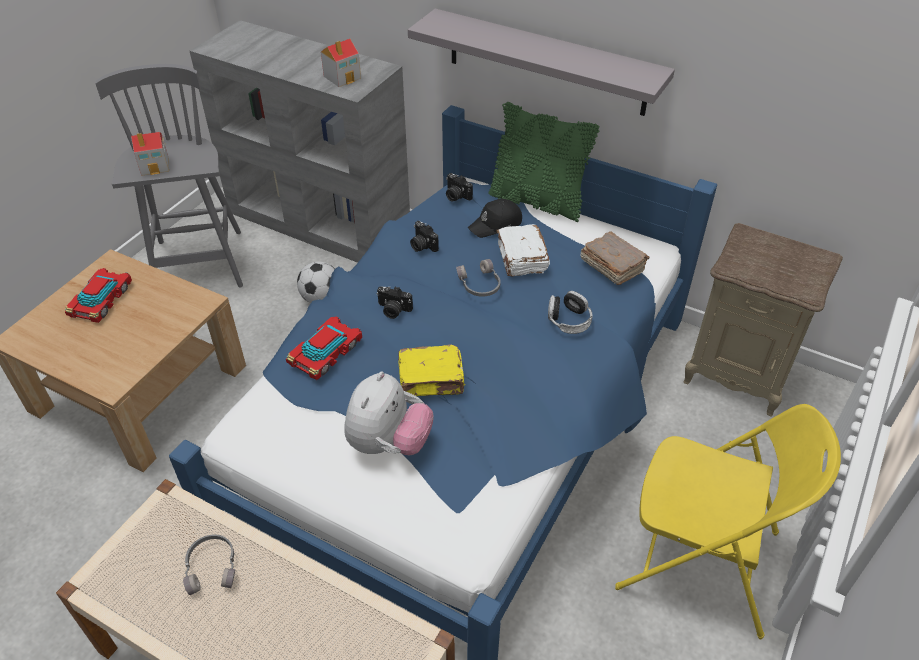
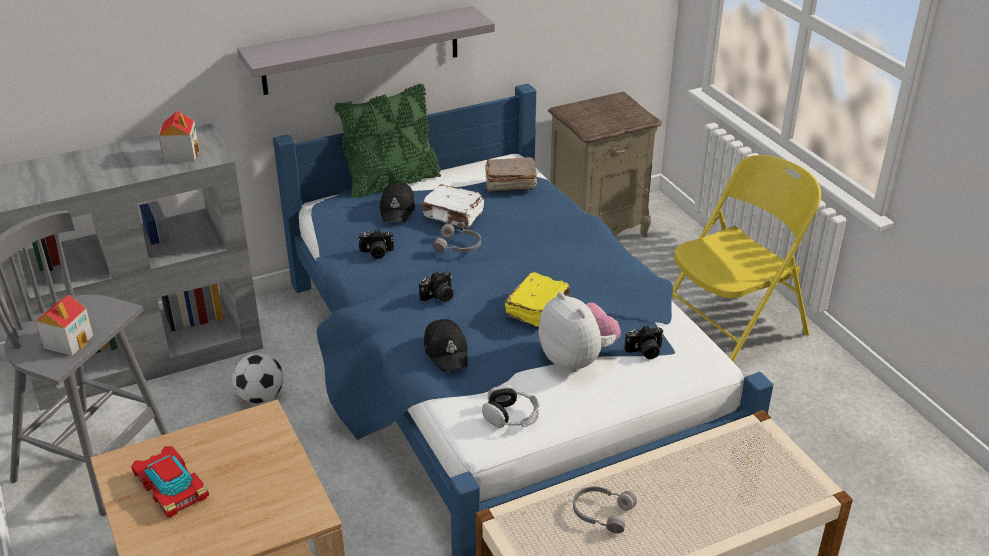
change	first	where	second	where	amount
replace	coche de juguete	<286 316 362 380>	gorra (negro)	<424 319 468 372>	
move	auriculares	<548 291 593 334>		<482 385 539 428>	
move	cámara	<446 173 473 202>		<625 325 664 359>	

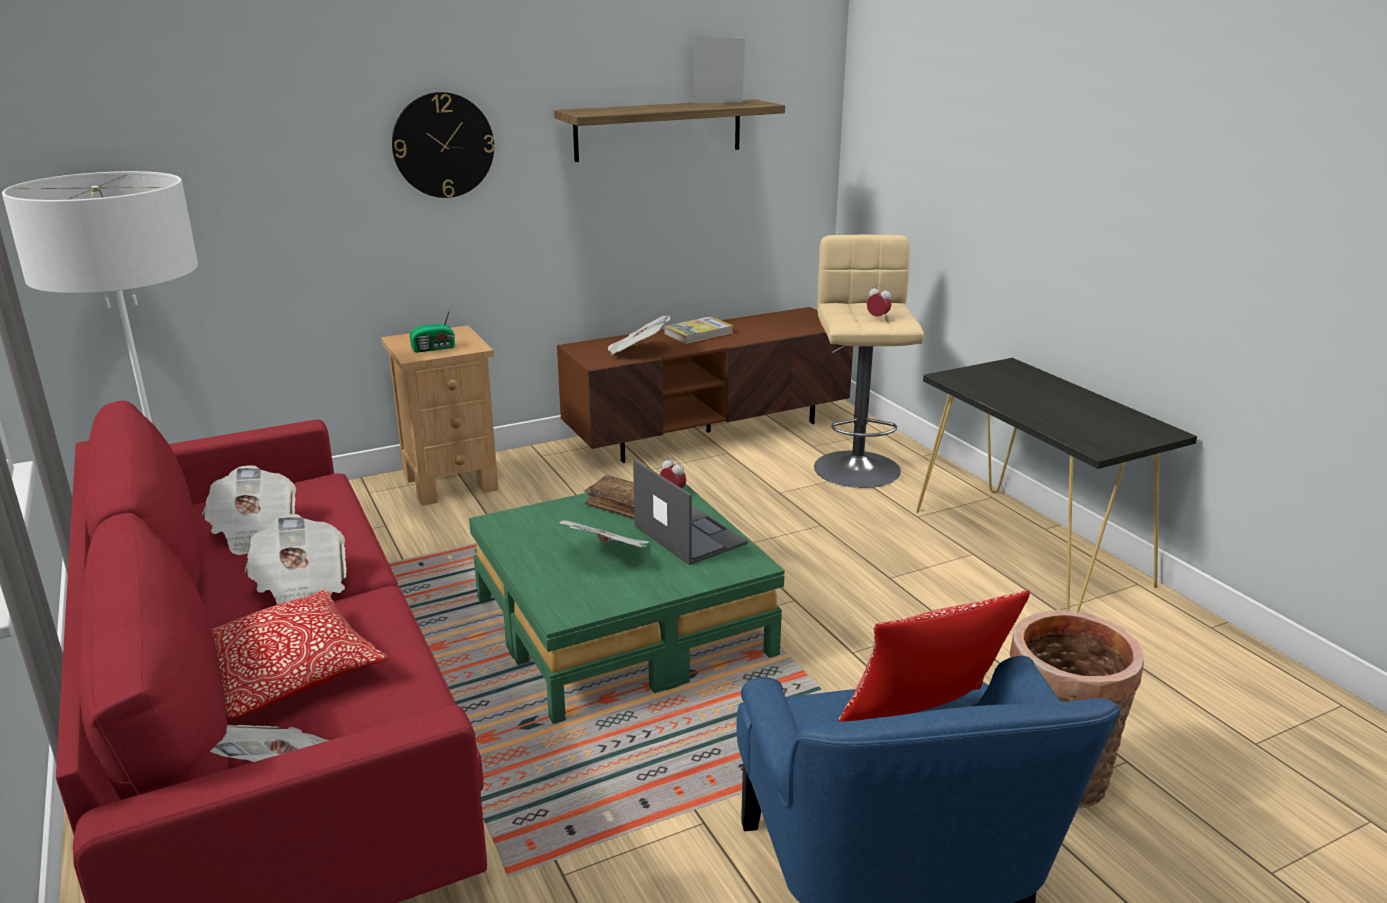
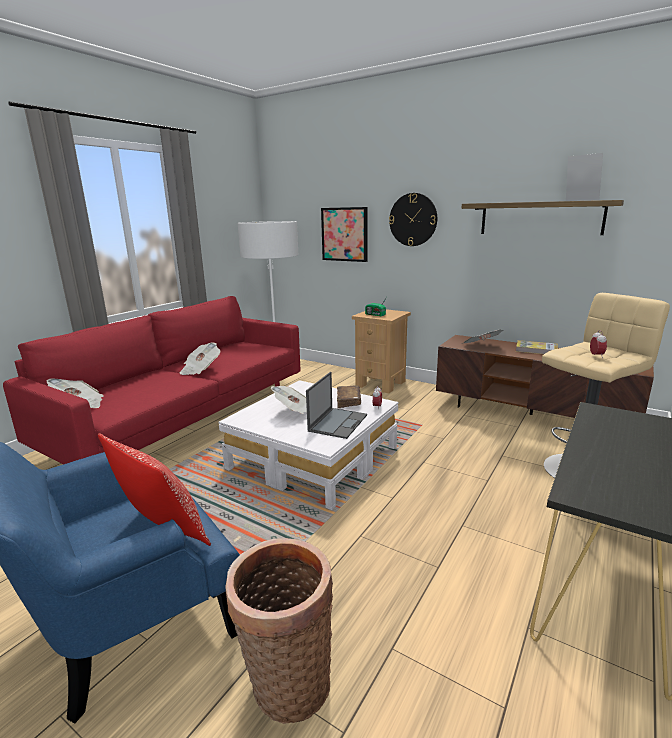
change	first	where	second	where	amount
recolor	mesa de centro (verde)	<469 484 785 724>	mesa de centro (blanco)	<219 380 398 510>	
insert			cuadro	<321 207 368 262>	
delete	periódico	<202 465 296 555>			
delete	cojín	<212 589 388 719>			

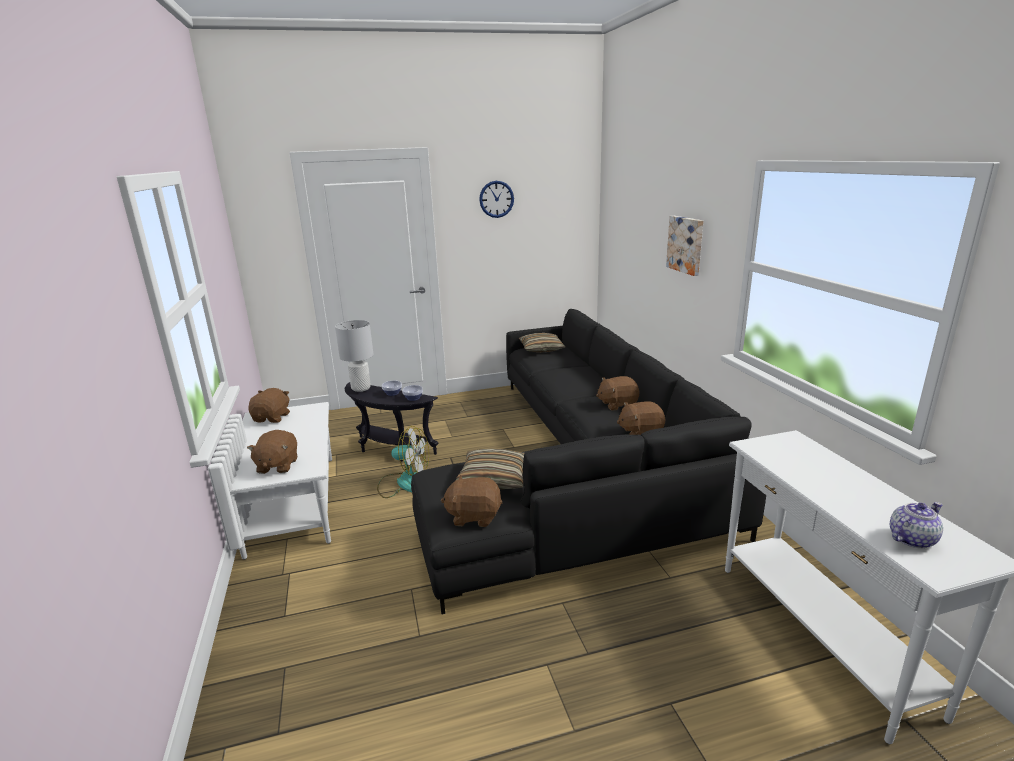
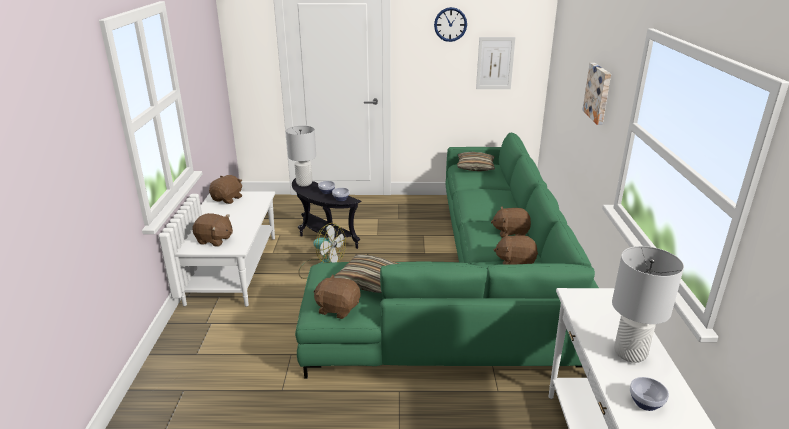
change	first	where	second	where	amount
rotate	peluche (marrón)	<247 430 297 474>		<192 213 233 247>	90 degrees counterclockwise
recolor	sofá (negro)	<411 309 766 614>	sofá (verde)	<295 132 599 379>	
insert			cuadro	<476 37 515 89>	
insert			lámpara de mesa (gris)	<612 246 684 363>	
replace	tetera	<890 502 943 549>	cuenco	<630 377 669 411>	

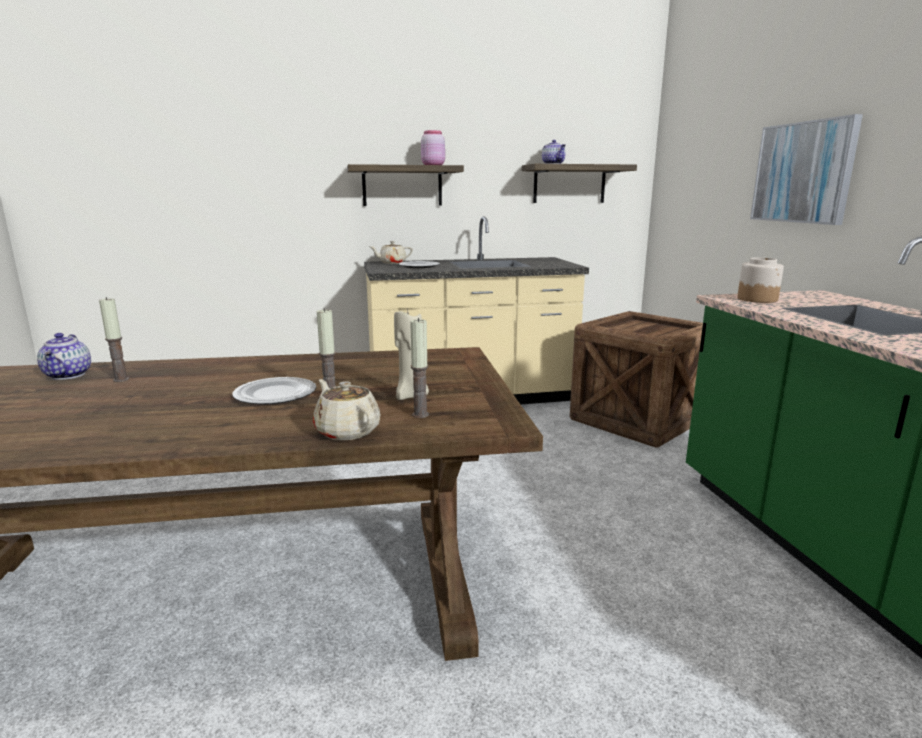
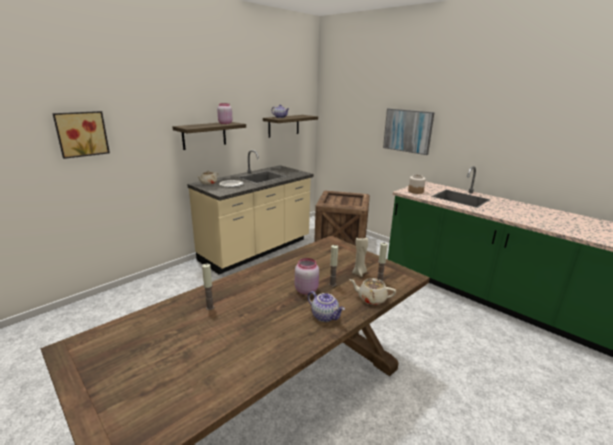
change	first	where	second	where	amount
insert			cuadro	<52 111 110 159>	
replace	plato	<232 377 316 404>	tarro (rosa)	<295 258 319 295>	
move	tetera	<37 333 91 380>		<308 291 345 322>	

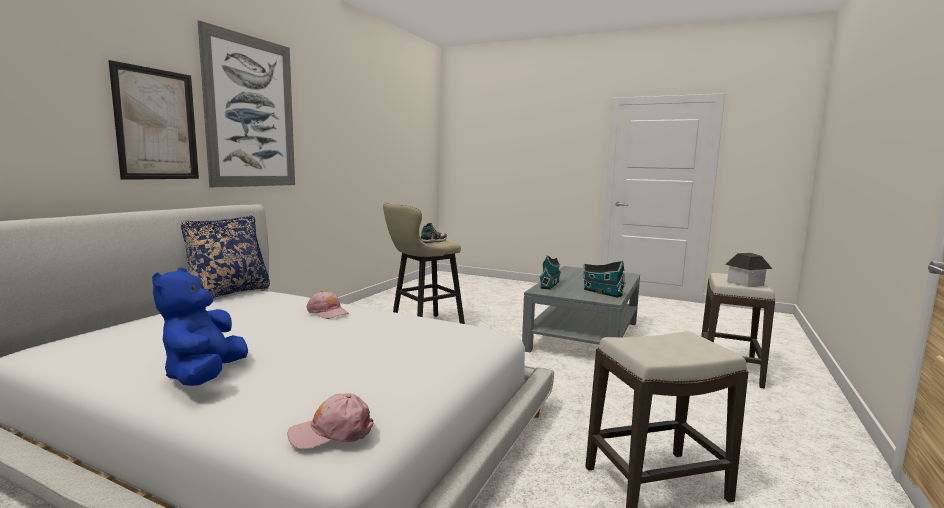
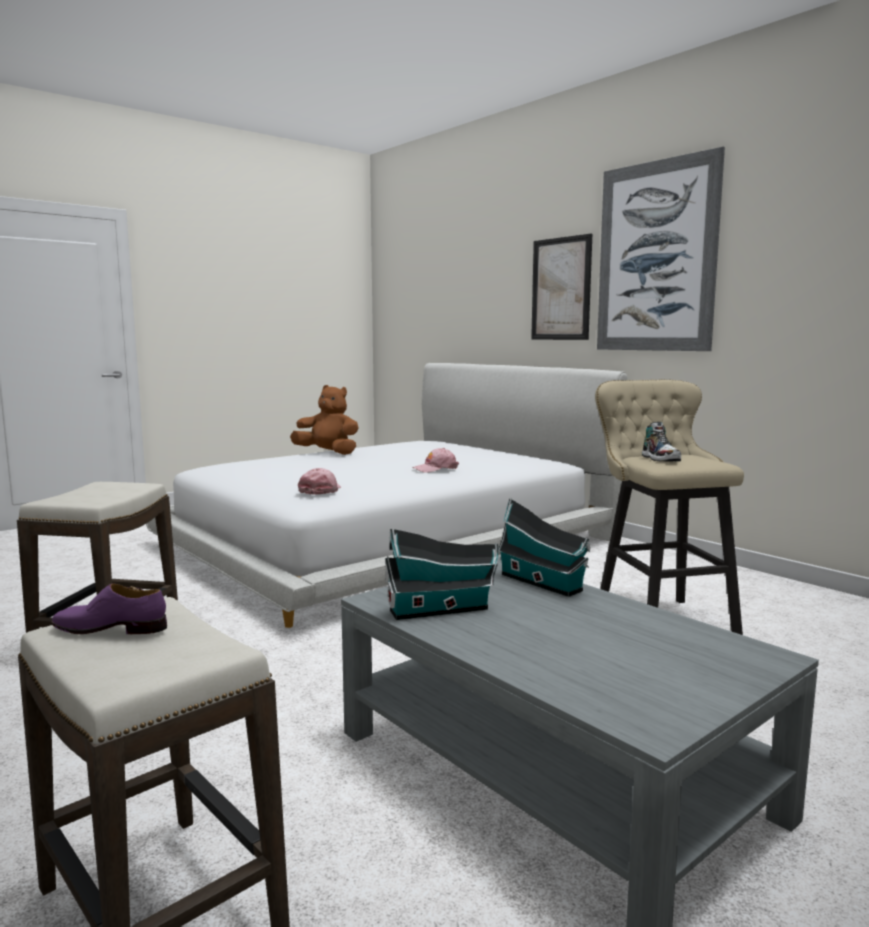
change	first	where	second	where	amount
replace	casita	<725 252 772 287>	zapato (morado)	<51 583 167 634>	
recolor	peluche (azul)	<152 268 248 386>	peluche (marrón)	<290 385 358 455>	
move	gorra (rosa)	<287 393 373 449>		<298 468 341 495>	
delete	cojín (azul)	<180 215 270 298>			

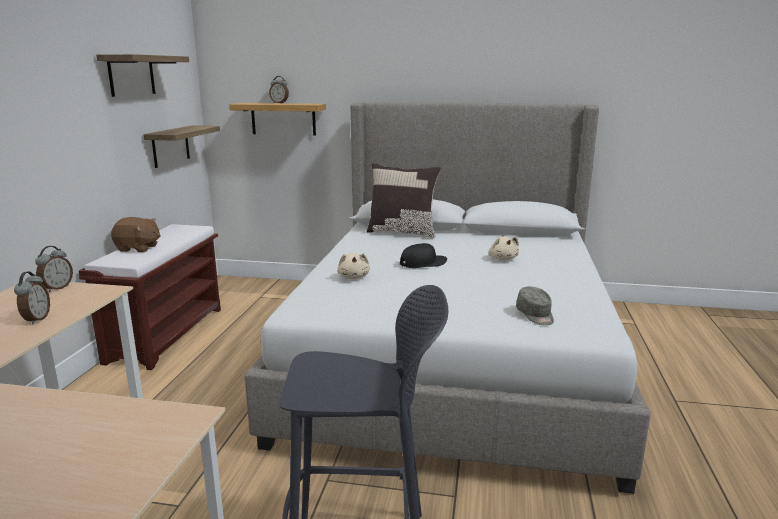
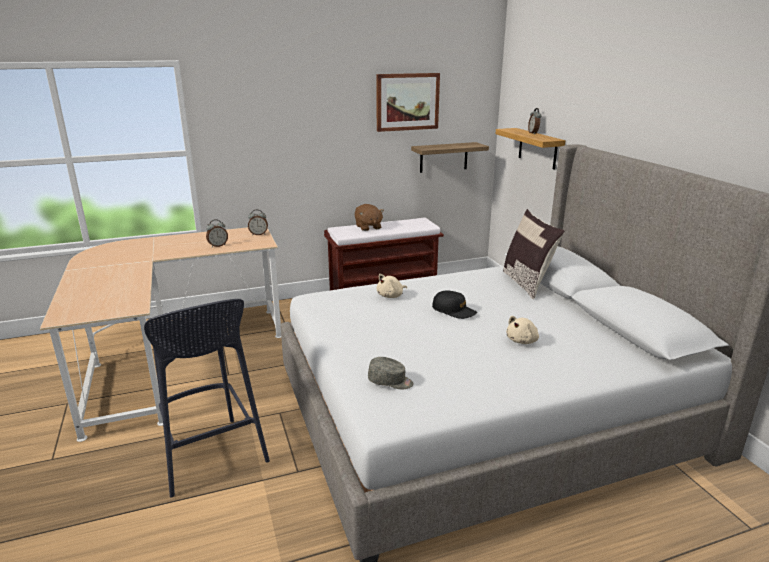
change	first	where	second	where	amount
rotate	gorra (gris)	<516 287 554 325>		<368 357 414 389>	120 degrees counterclockwise
replace	estante	<96 54 189 97>	cuadro	<376 73 440 132>	

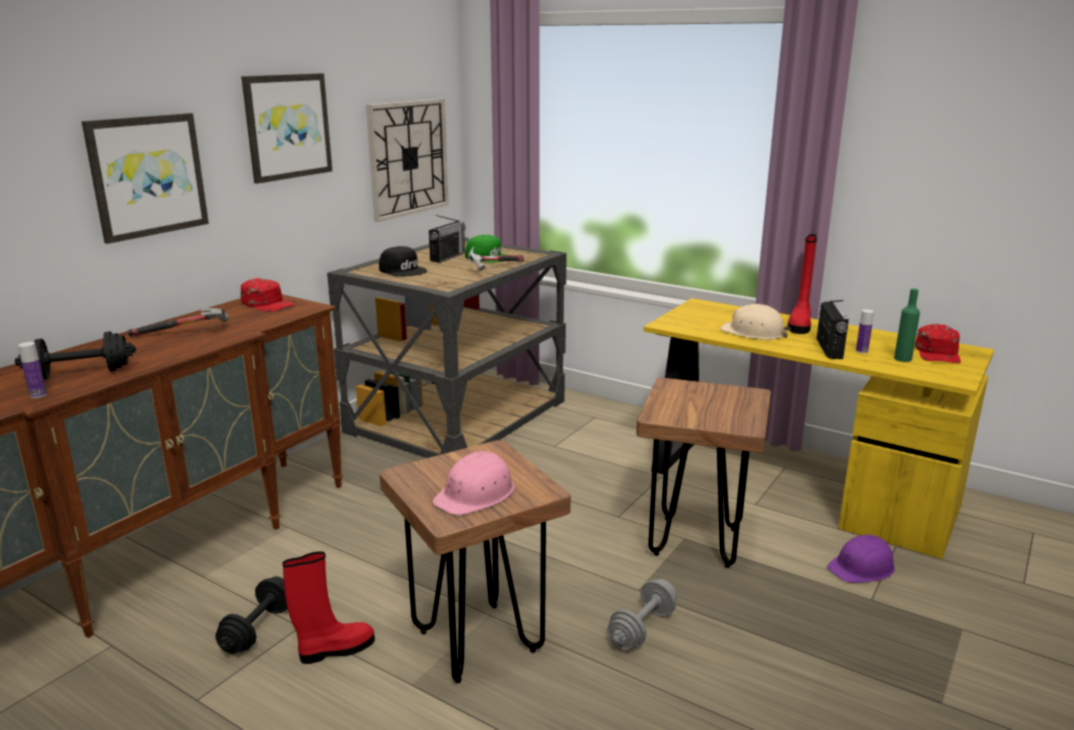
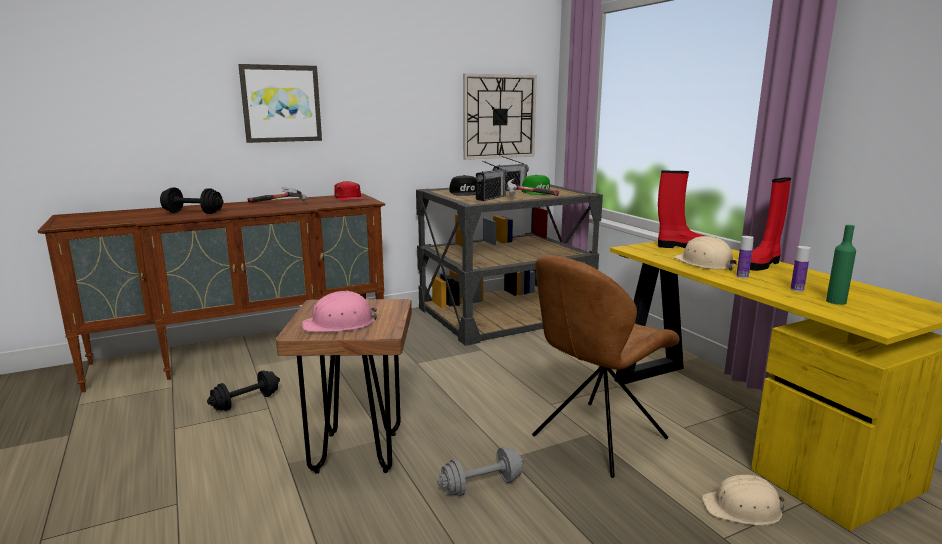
change	first	where	second	where	amount
move	radio	<817 300 849 359>		<476 161 507 201>	
replace	taburete (marrón)	<636 377 771 568>	silla (marrón)	<532 255 680 478>	
move	bota (rojo)	<283 551 375 664>		<658 170 704 248>	
recolor	casco (morado)	<827 535 895 583>	casco (beis)	<702 475 785 526>	
move	botella	<18 342 47 398>		<736 236 754 278>	
delete	cuadro	<241 73 332 184>			
delete	gorra (rojo)	<915 324 961 363>			

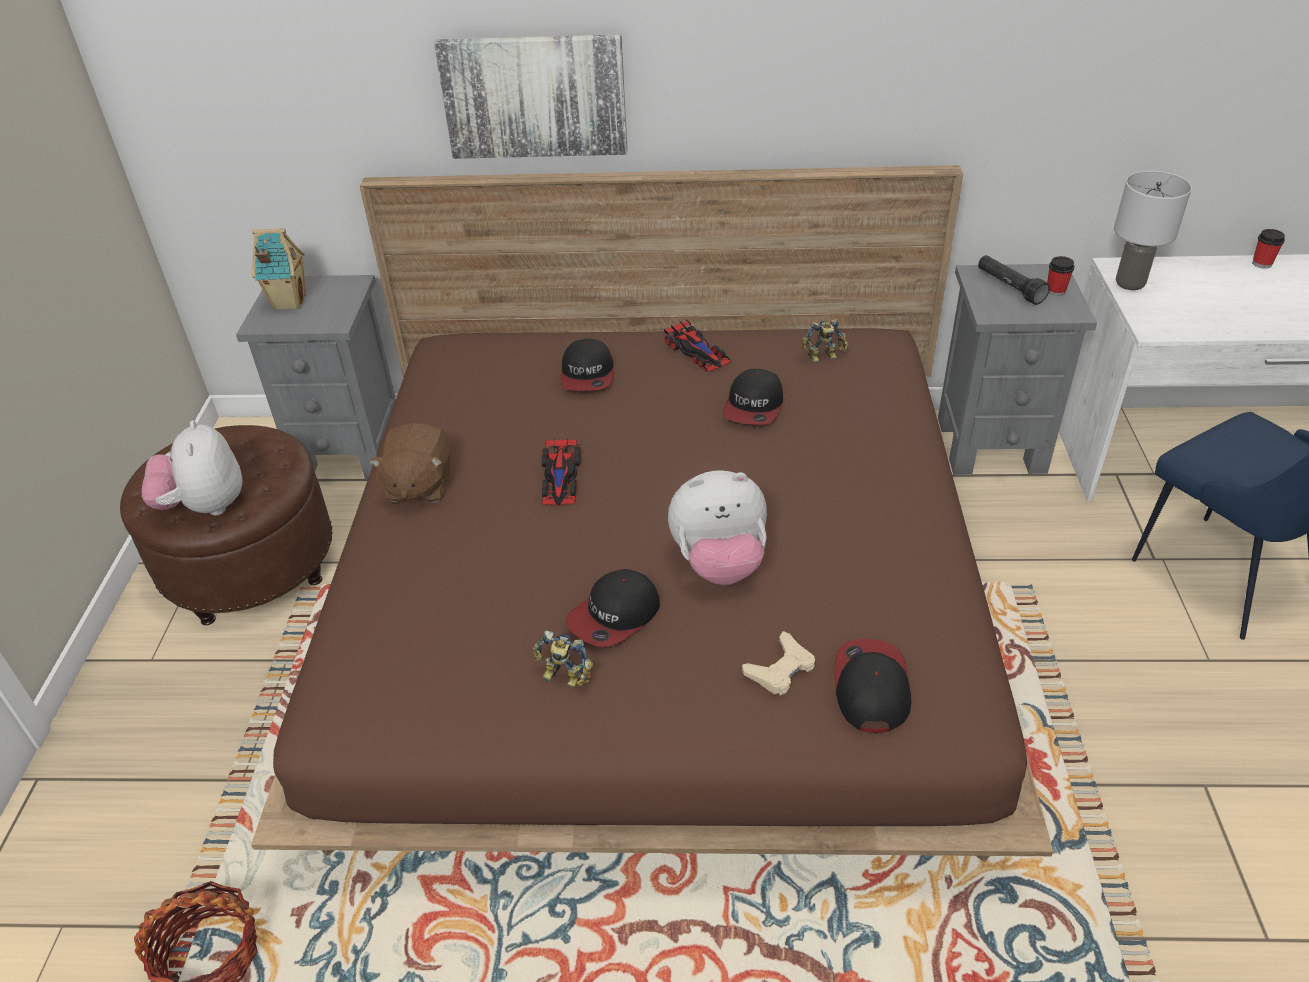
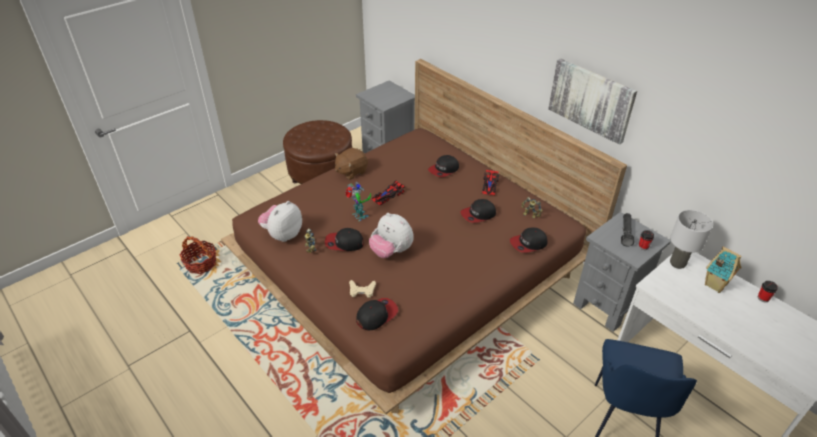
change	first	where	second	where	amount
move	peluche	<142 420 243 516>		<258 201 302 242>	
insert			robot de juguete	<345 182 371 222>	
insert			gorra	<510 228 548 253>	
move	cuadro	<434 34 628 159>		<548 58 637 145>	
move	casita	<252 228 306 310>		<705 246 742 293>	

